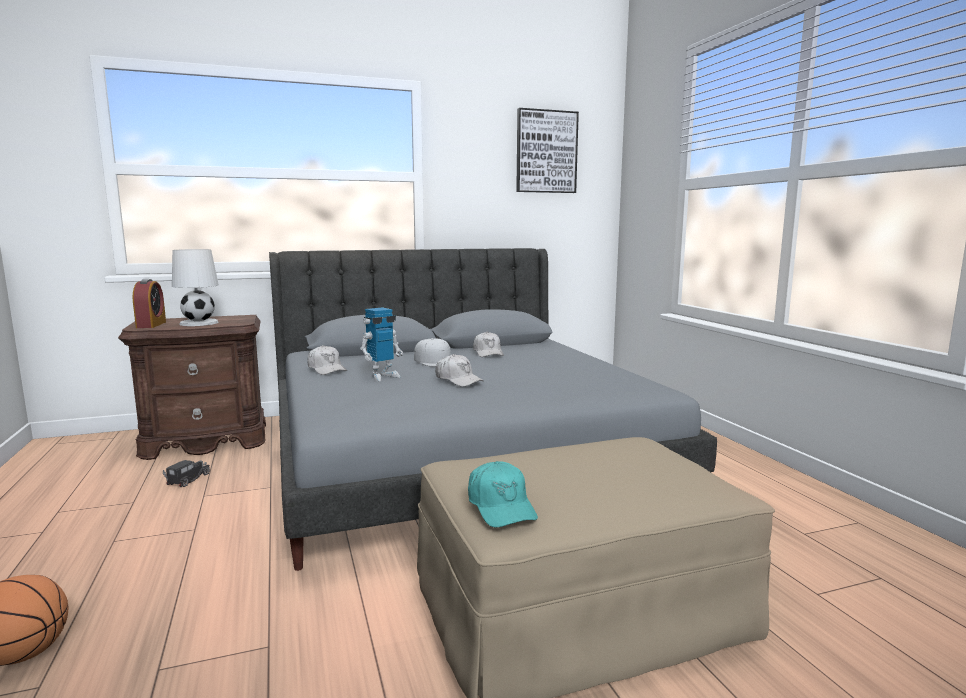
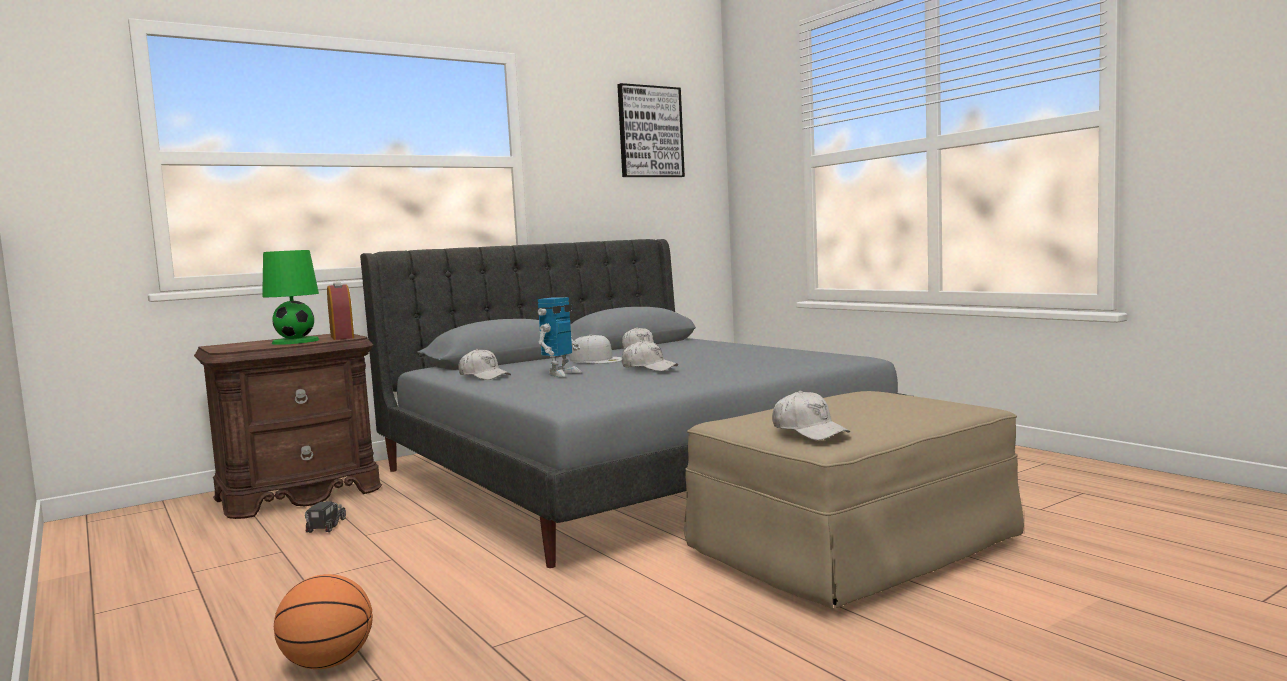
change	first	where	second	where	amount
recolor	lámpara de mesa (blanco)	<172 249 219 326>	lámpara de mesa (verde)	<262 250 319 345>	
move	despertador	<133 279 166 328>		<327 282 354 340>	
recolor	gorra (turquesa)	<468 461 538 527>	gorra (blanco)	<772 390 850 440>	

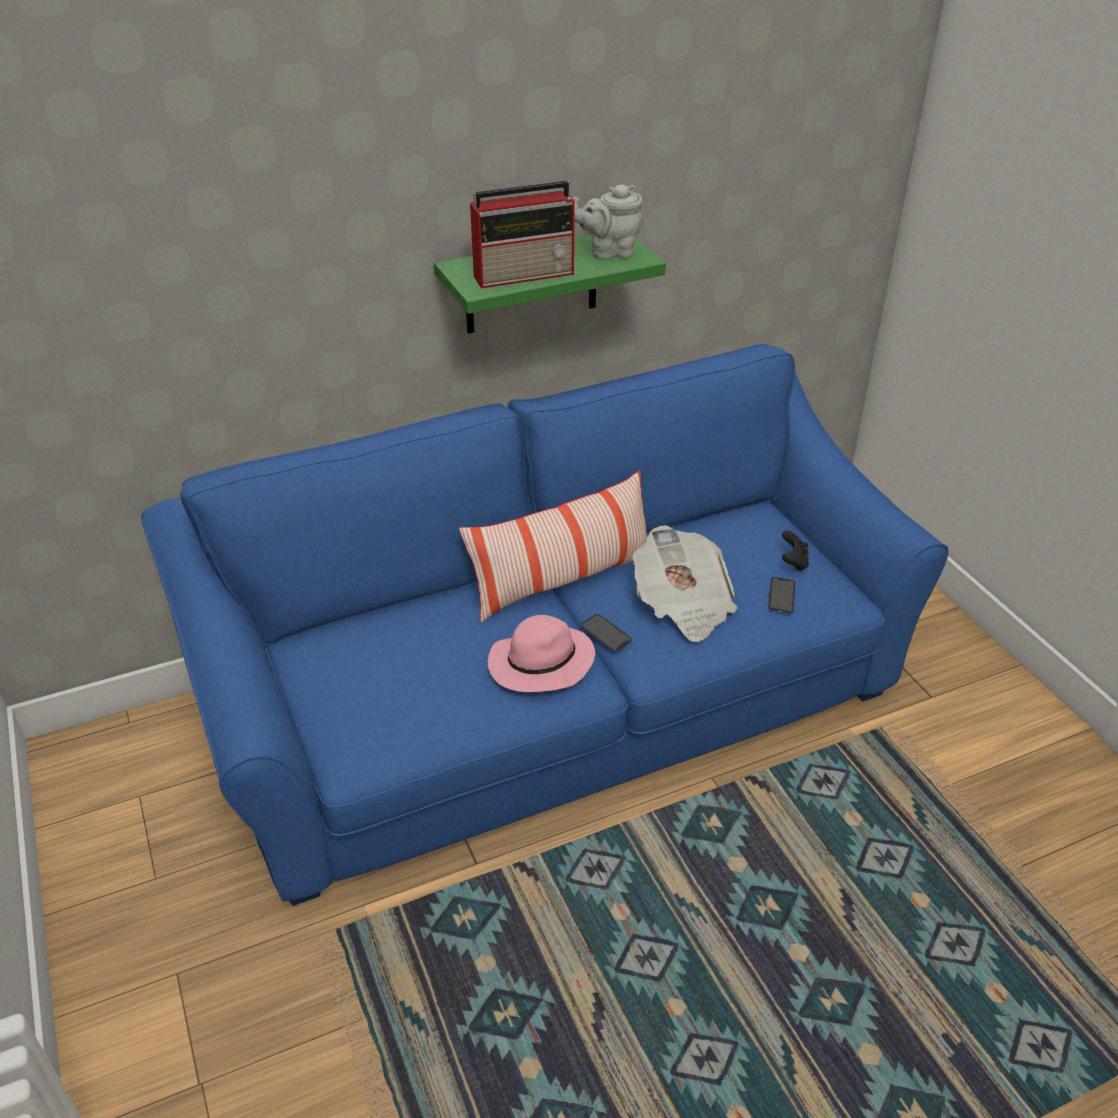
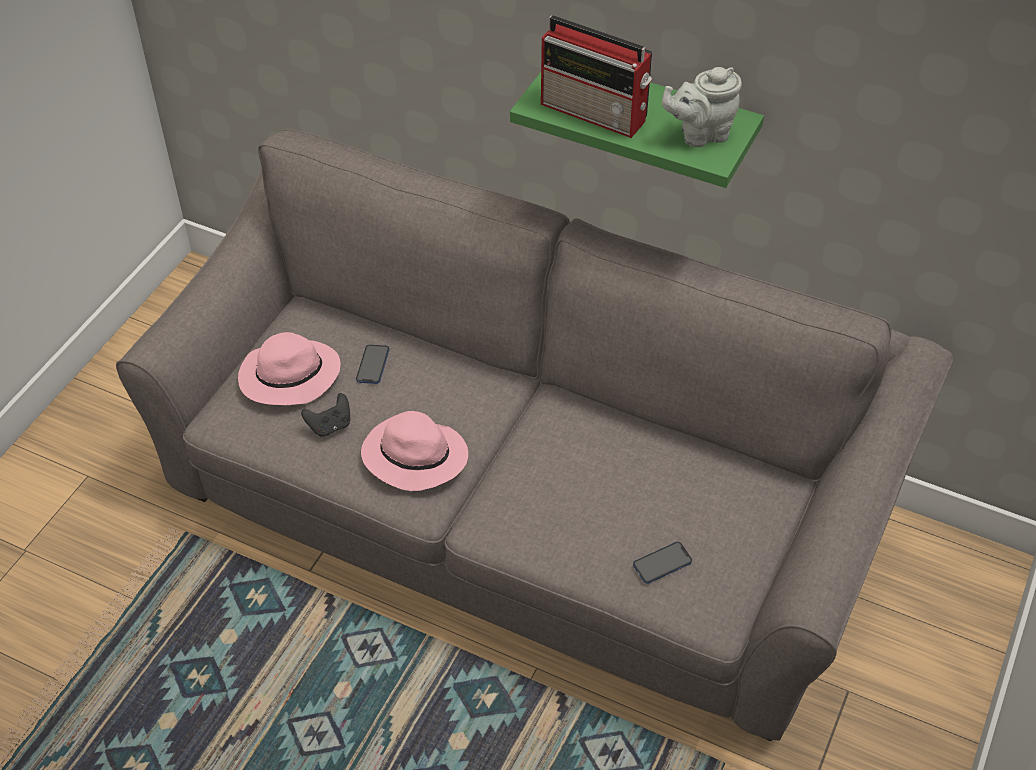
change	first	where	second	where	amount
recolor	sofá (azul)	<141 344 949 906>	sofá (gris)	<116 129 953 741>	
insert			sombrero (rosa)	<238 332 341 405>	
move	mando de consola (negro)	<782 530 809 571>		<301 393 350 437>	
move	móvil	<581 614 632 653>		<356 344 390 384>	
rotate	tetera (gris)	<573 184 643 260>		<662 67 742 147>	60 degrees counterclockwise
delete	cojín	<459 471 647 622>			
delete	periódico	<632 525 737 642>			

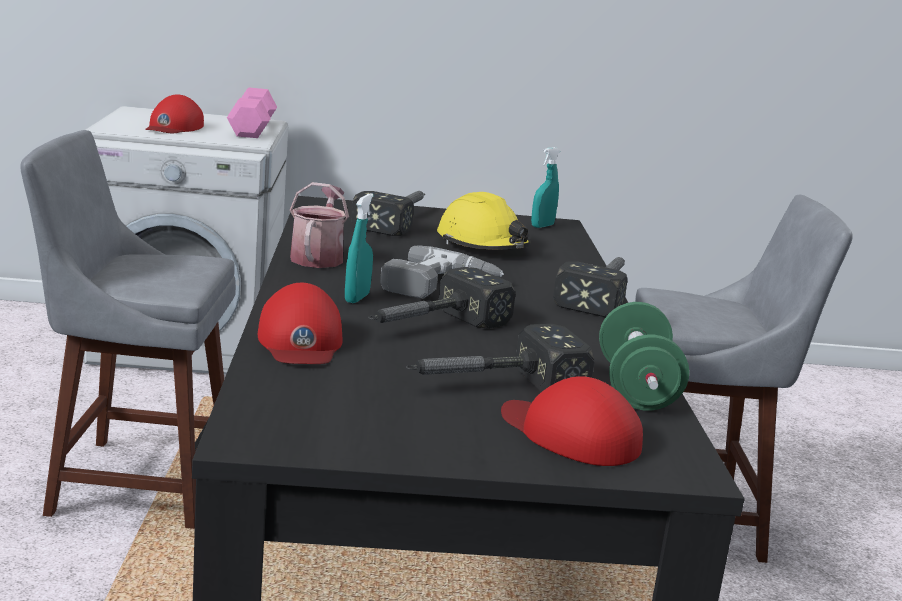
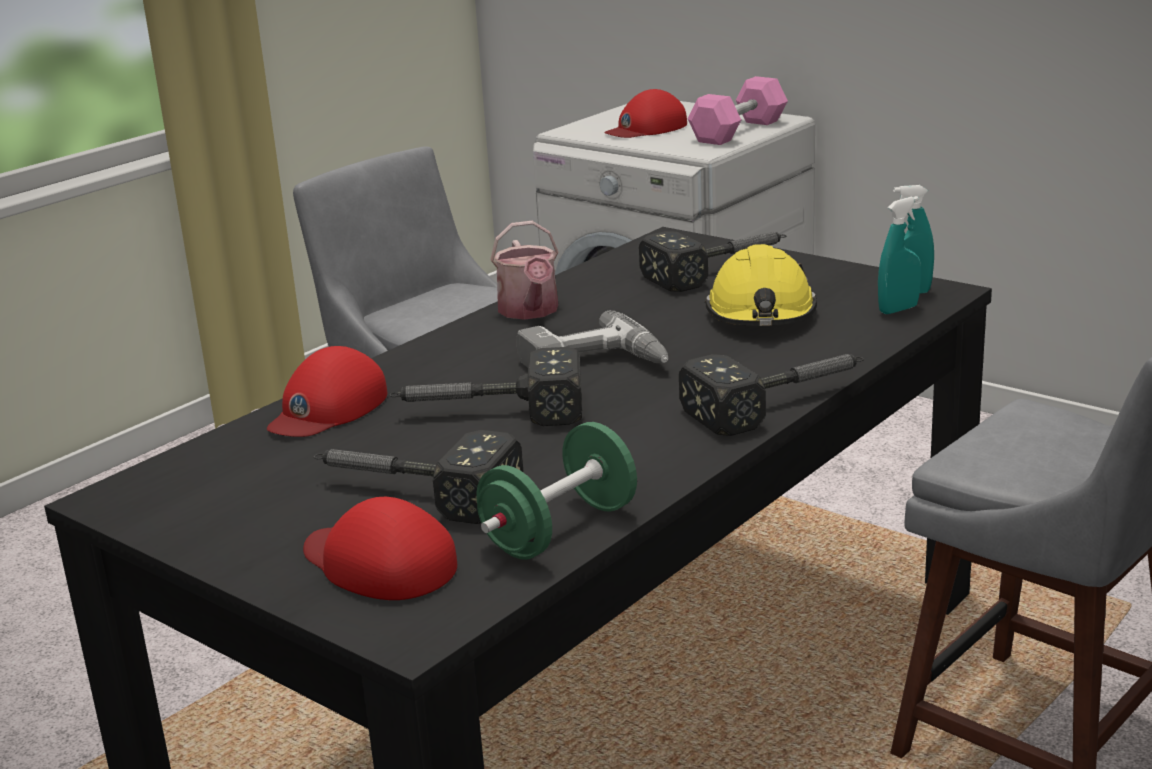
change	first	where	second	where	amount
rotate	gorra (rojo)	<501 376 643 466>		<303 497 457 600>	45 degrees counterclockwise
rotate	regadera	<290 182 349 268>		<490 221 559 320>	120 degrees clockwise
move	pulverizador (turquesa)	<345 193 373 303>		<878 196 921 314>	

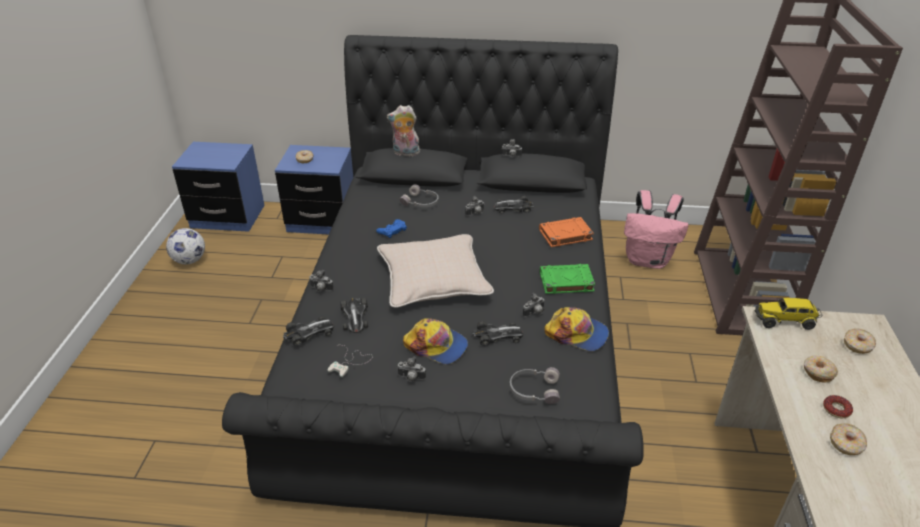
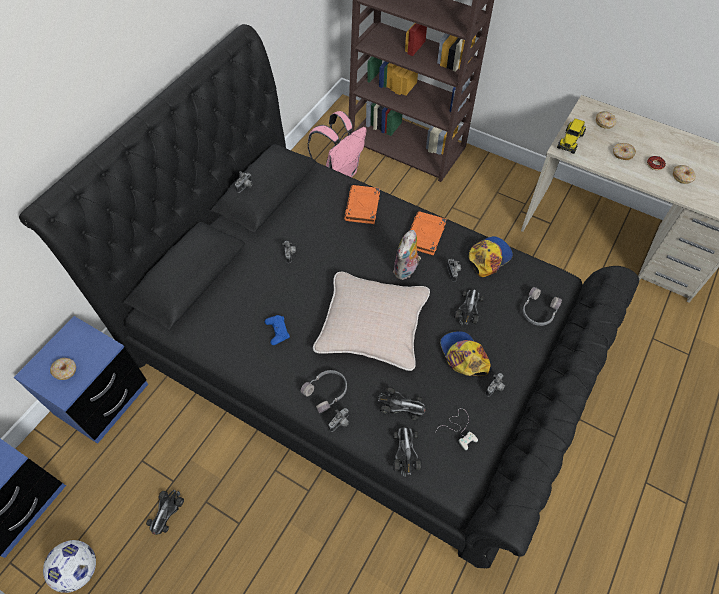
change	first	where	second	where	amount
move	coche de juguete	<494 196 534 214>		<146 490 184 535>	
move	auriculares (gris)	<399 185 439 207>		<301 370 347 413>	
move	peluche	<387 105 420 156>		<393 230 423 280>	
recolor	libro (verde)	<540 264 595 294>	libro (naranja)	<410 211 447 255>	
rotate	gorra	<403 318 468 364>		<440 331 491 376>	75 degrees counterclockwise

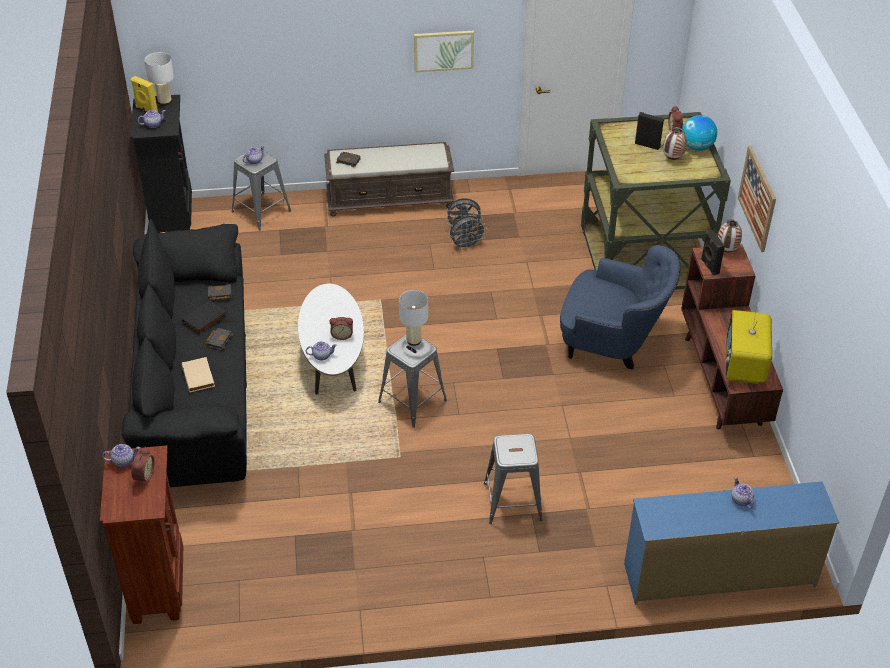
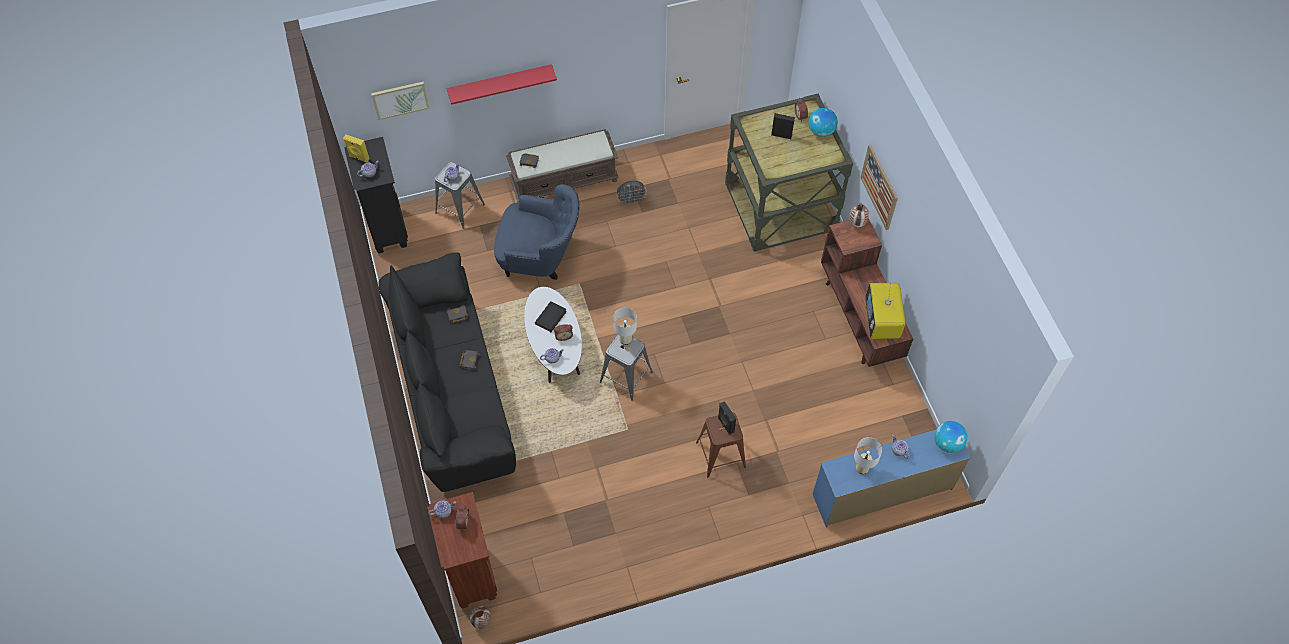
change	first	where	second	where	amount
move	cuadro	<414 30 474 72>		<371 82 430 120>	
insert			estante (rojo)	<447 64 557 105>	
move	florero	<663 127 687 160>		<470 606 491 629>	
move	sillón (azul)	<560 245 681 370>		<494 184 580 280>	
move	libro (negro)	<182 301 227 334>		<535 301 567 332>	
recolor	taburete (gris)	<484 434 543 524>	taburete (marrón)	<696 412 746 477>	
move	altavoz (negro)	<701 230 725 276>		<718 401 736 435>	
move	lámpara de mesa (blanco)	<145 52 174 105>		<854 437 882 474>	
insert			globo terráqueo	<934 421 967 453>	
delete	libro (beis)	<182 357 215 393>			
delete	ventilador (gris)	<450 216 486 250>			

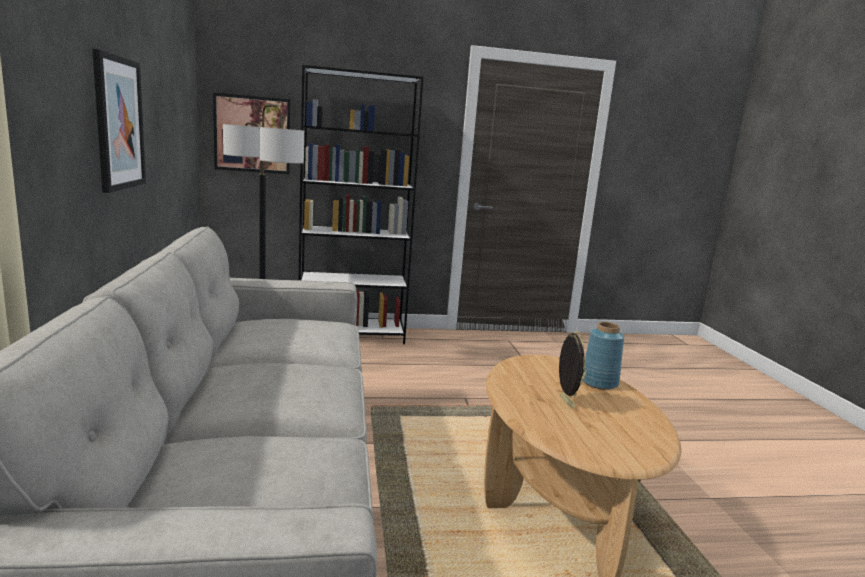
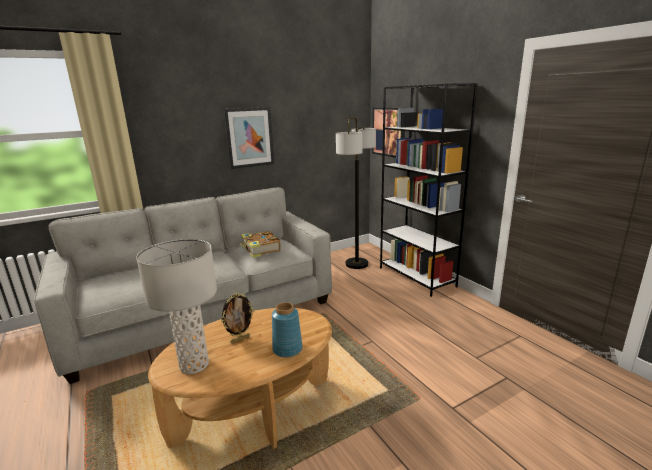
change	first	where	second	where	amount
insert			lámpara de mesa (blanco)	<136 239 217 374>	
insert			libro	<240 231 281 258>	

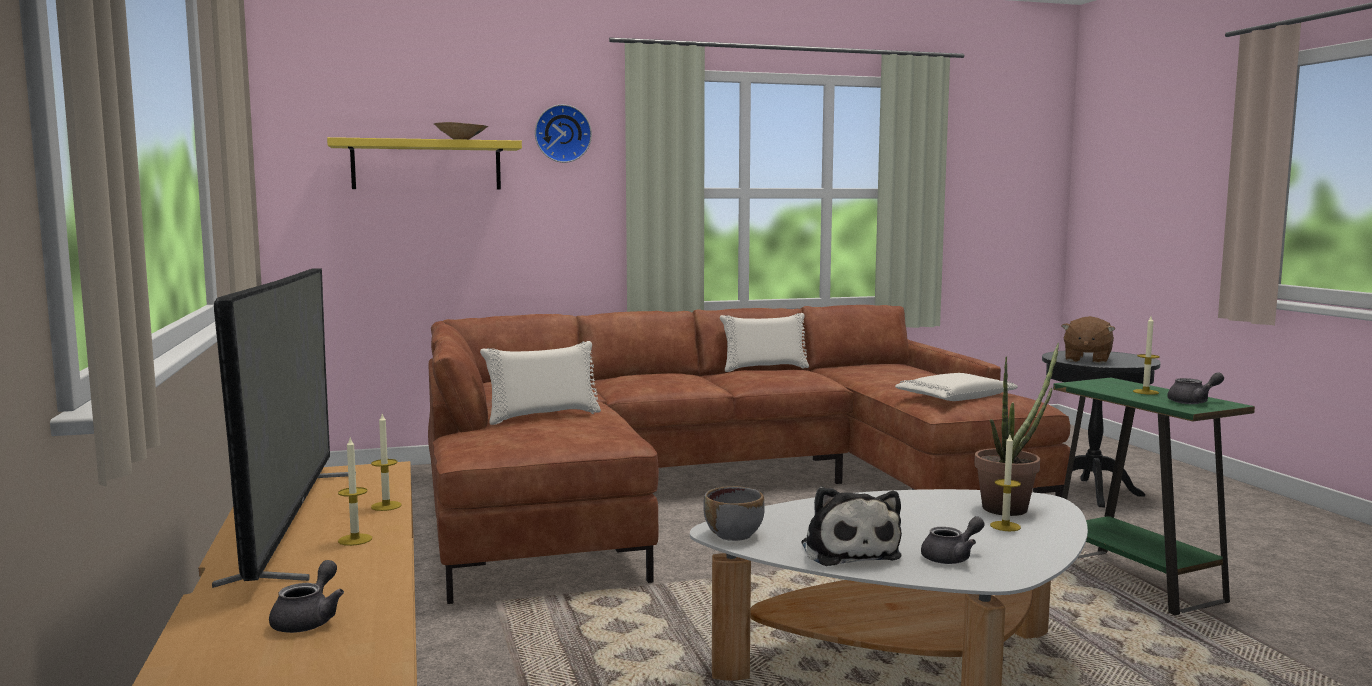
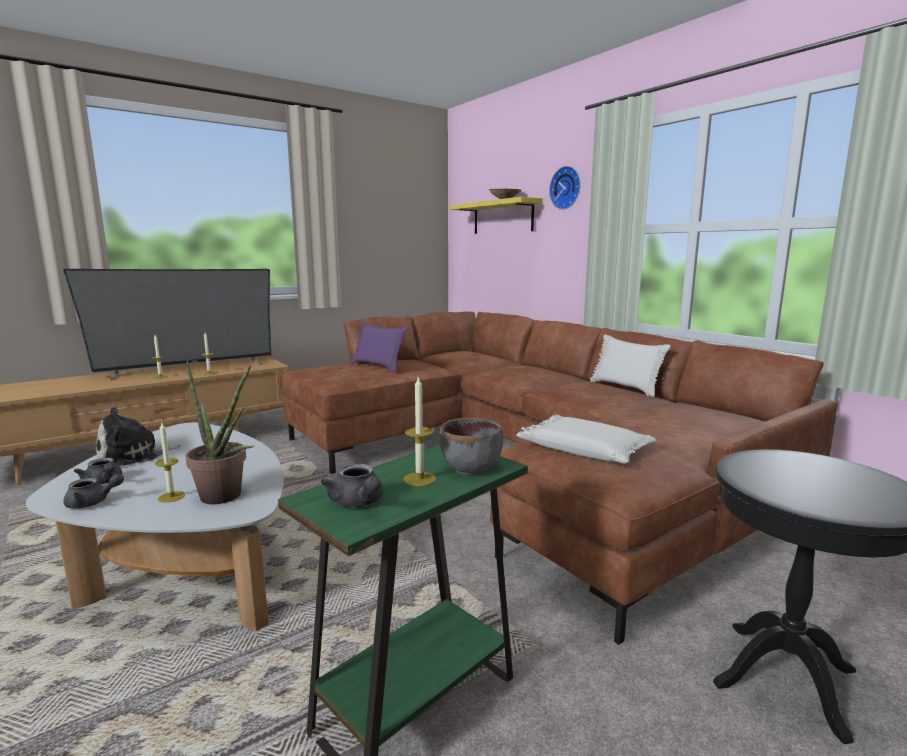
change	first	where	second	where	amount
move	tetera (gris)	<269 560 344 633>		<63 474 124 509>	
recolor	cojín (blanco)	<480 341 601 425>	cojín (morado)	<351 321 407 372>	
move	cuenco (gris)	<703 486 765 541>		<440 418 503 475>	
delete	peluche (marrón)	<1062 316 1115 363>			

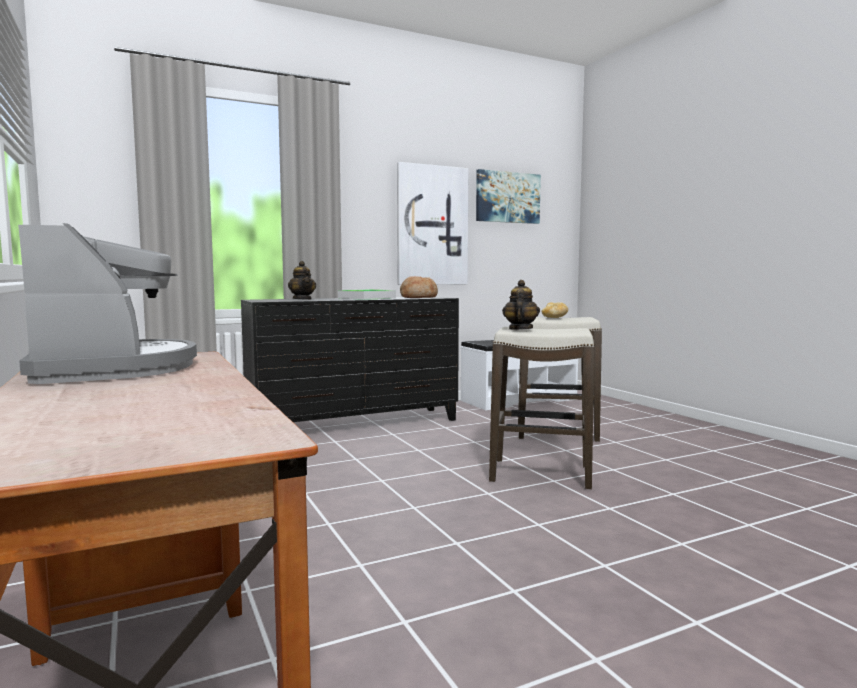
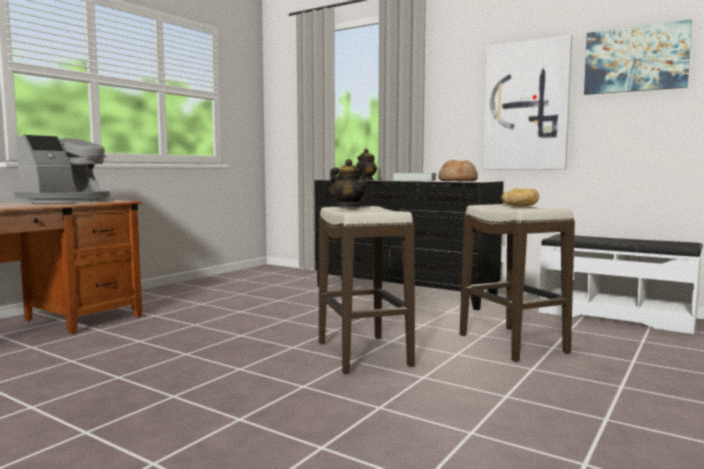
change	first	where	second	where	amount
rotate	tetera	<502 280 540 330>		<329 159 369 207>	60 degrees clockwise

